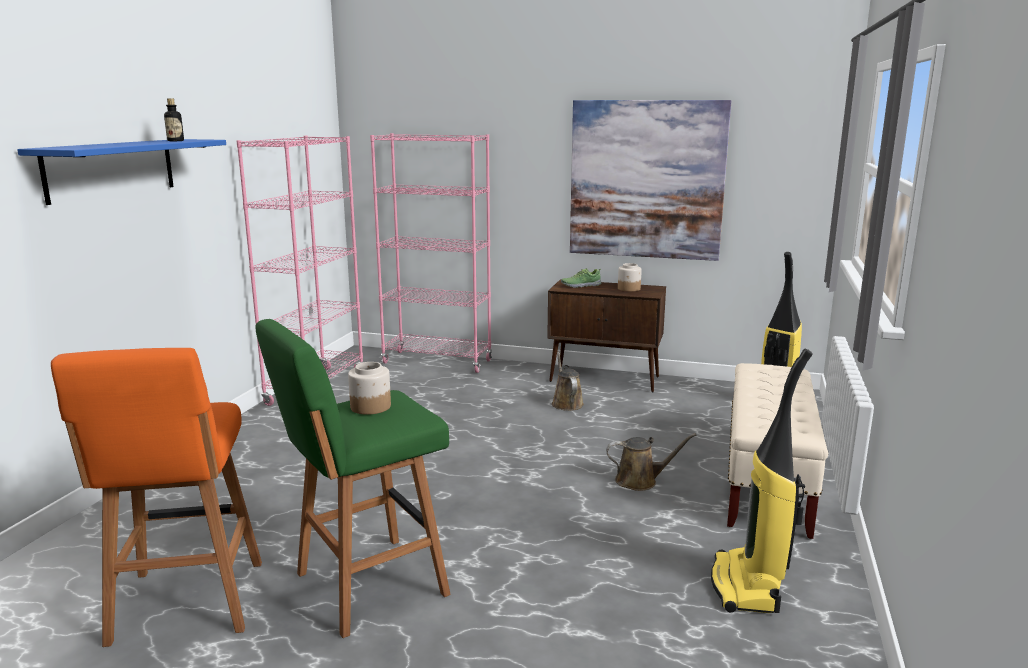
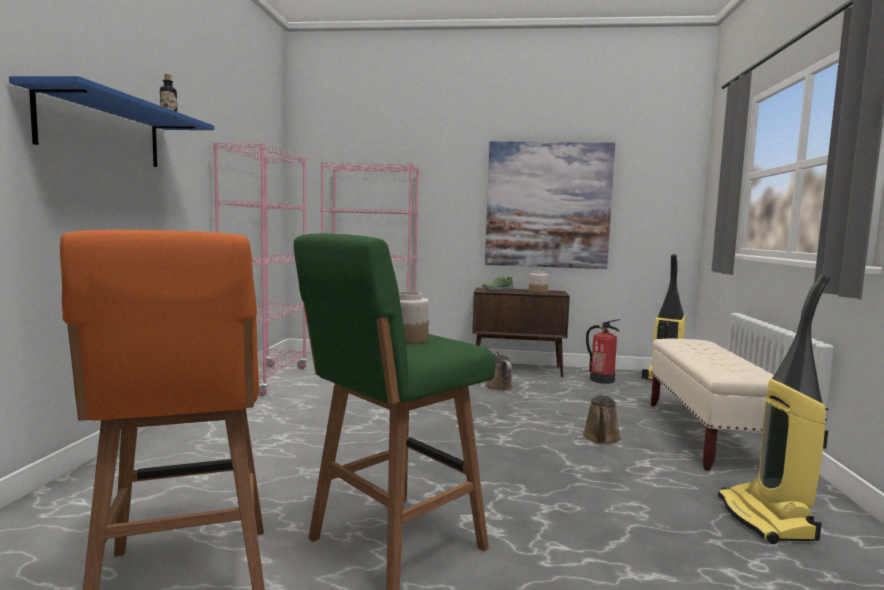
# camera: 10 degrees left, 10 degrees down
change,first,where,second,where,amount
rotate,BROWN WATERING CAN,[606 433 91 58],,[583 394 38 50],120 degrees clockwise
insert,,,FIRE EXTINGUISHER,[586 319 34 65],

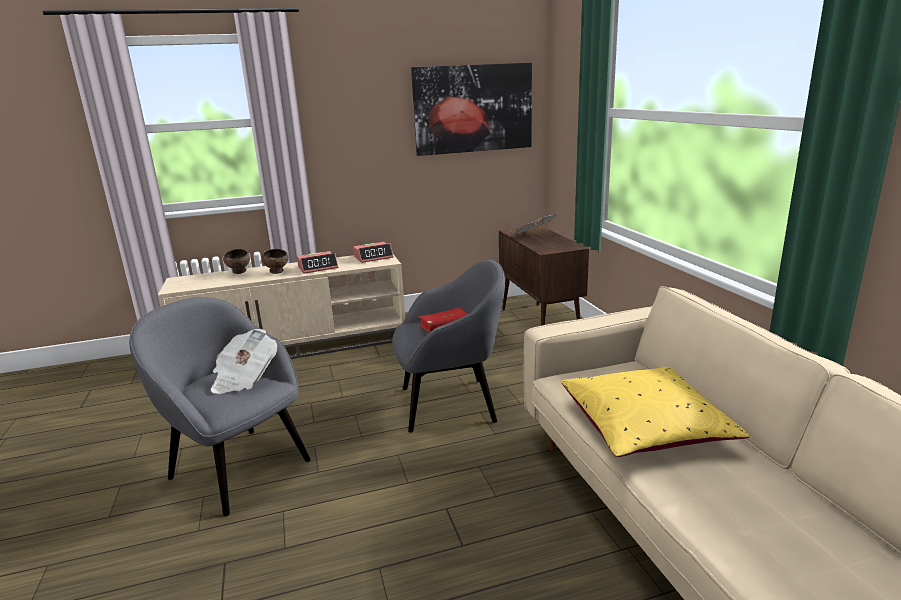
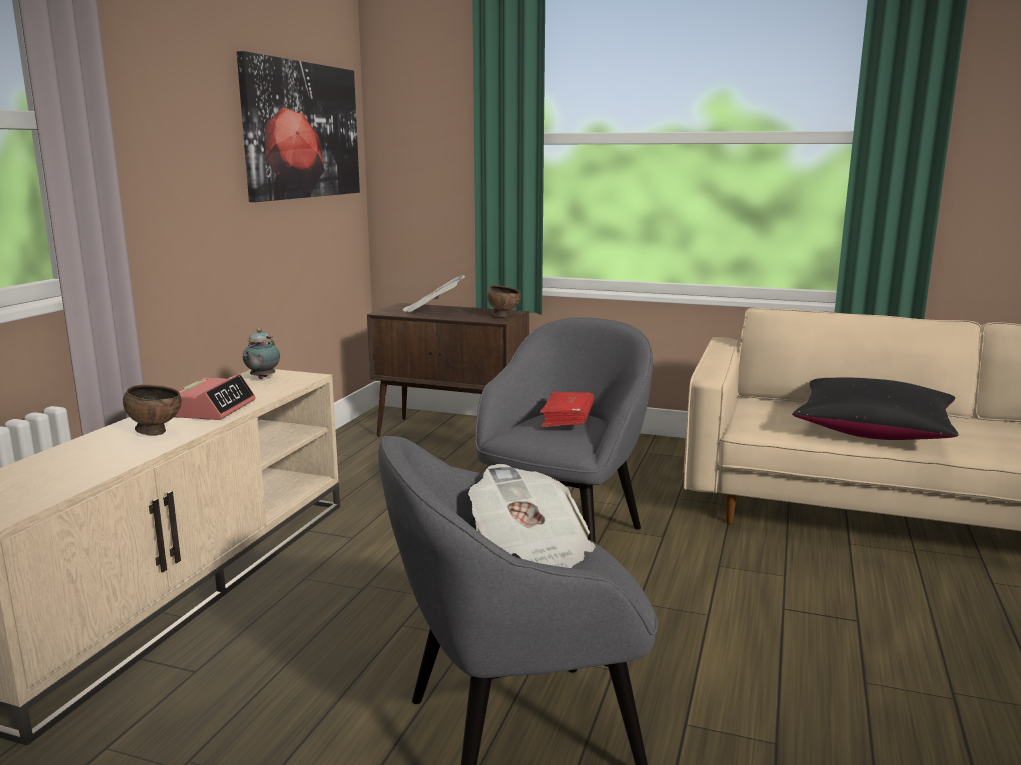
# camera: 55 degrees left, 5 degrees down
change,first,where,second,where,amount
replace,ALARM CLOCK,[353 242 41 21],TEAPOT,[243 328 37 51],
move,BROWN BOWL,[223 249 27 25],,[487 285 34 32],
recolor,YELLOW PILLOW,[561 367 188 90],BLACK PILLOW,[792 378 167 62],

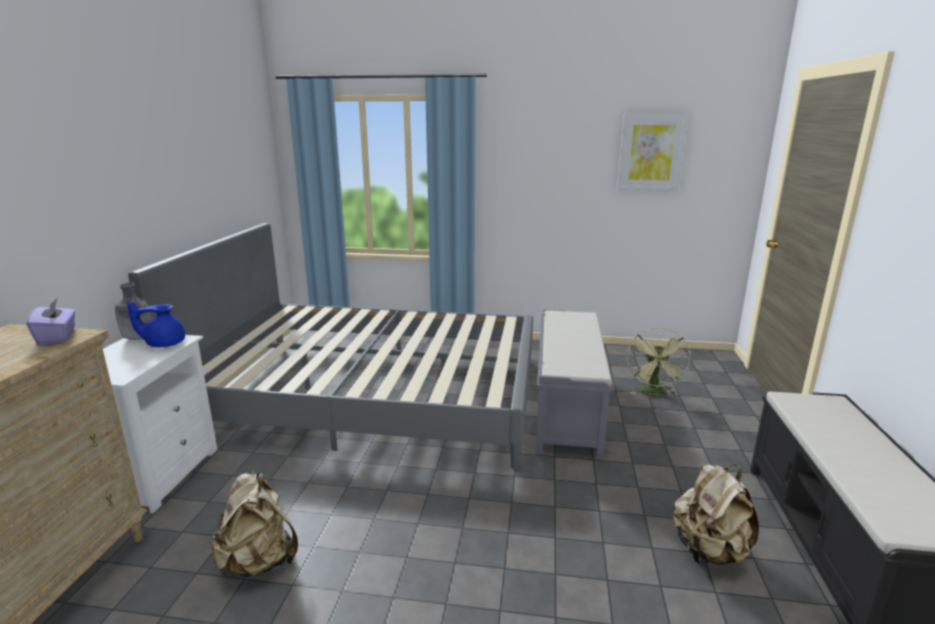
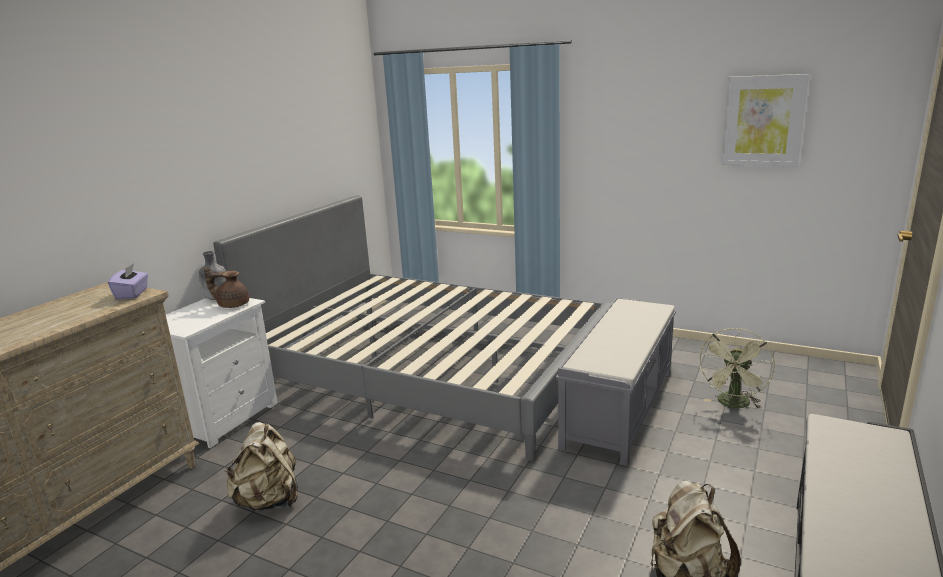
# camera: 20 degrees right, 0 degrees up
change,first,where,second,where,amount
recolor,BLUE TEAPOT,[127 301 58 46],BROWN TEAPOT,[204 267 45 41],

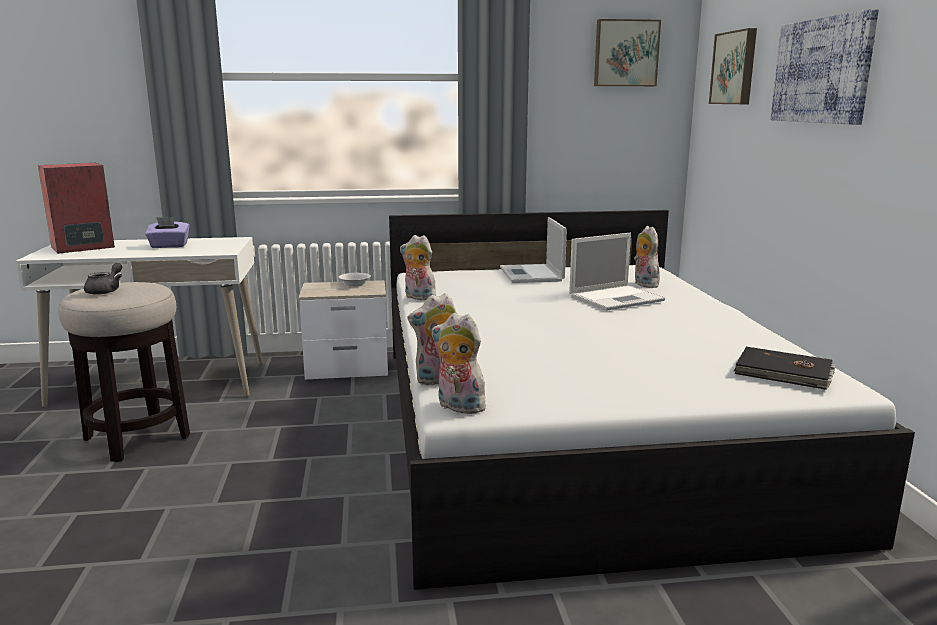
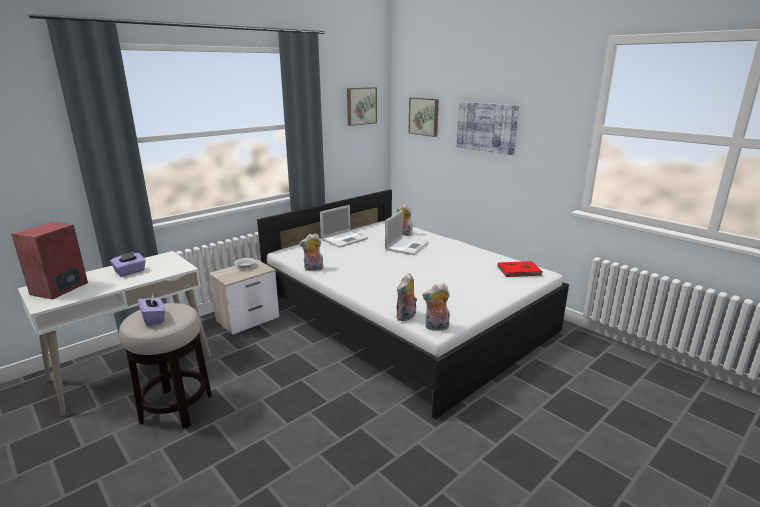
# camera: 35 degrees left, 5 degrees up
change,first,where,second,where,amount
rotate,LAPTOP,[500 217 67 66],,[320 205 48 43],90 degrees counterclockwise
replace,GREY TEAPOT,[84 263 38 32],PURPLE TISSUE BOX,[138 293 27 33],
recolor,BLACK BOOK,[733 347 102 43],RED BOOK,[498 261 45 16],

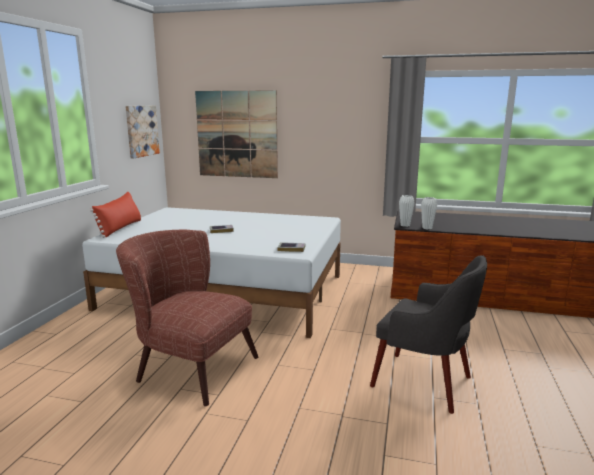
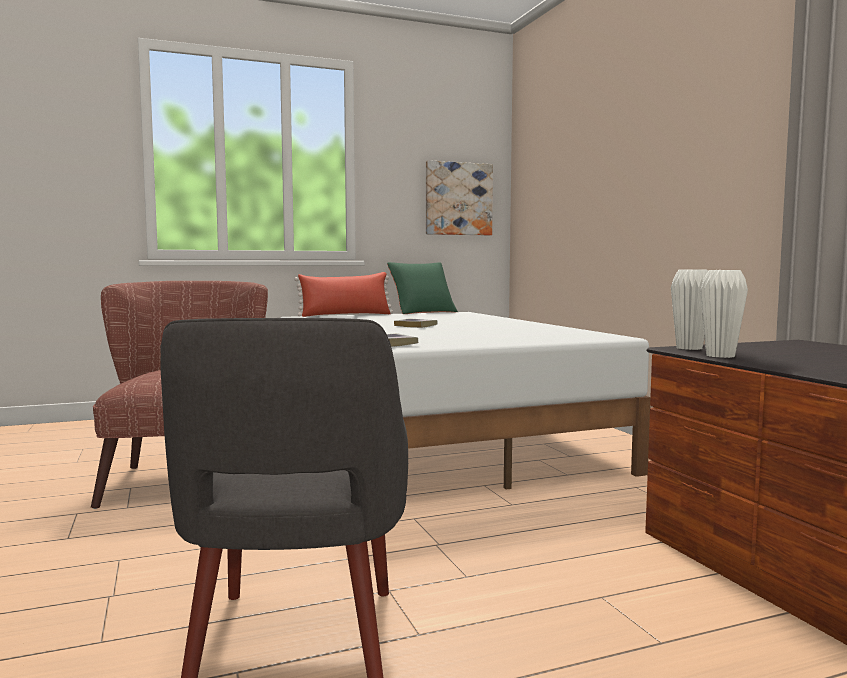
# camera: 55 degrees right, 10 degrees down
change,first,where,second,where,amount
delete,PICTURE,[195 90 83 88],,,
insert,,,GREEN PILLOW,[387 262 71 52],

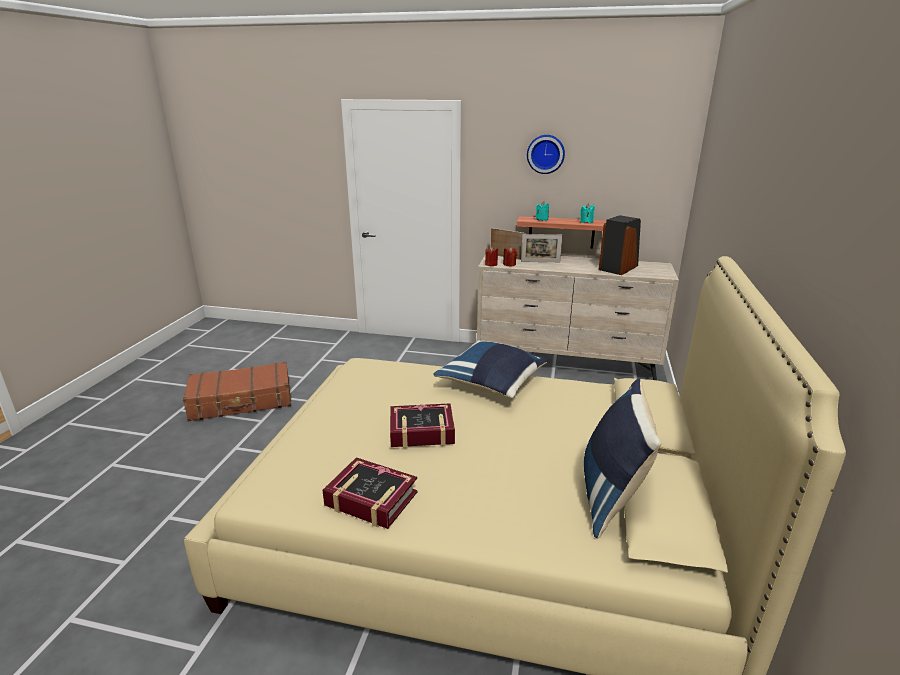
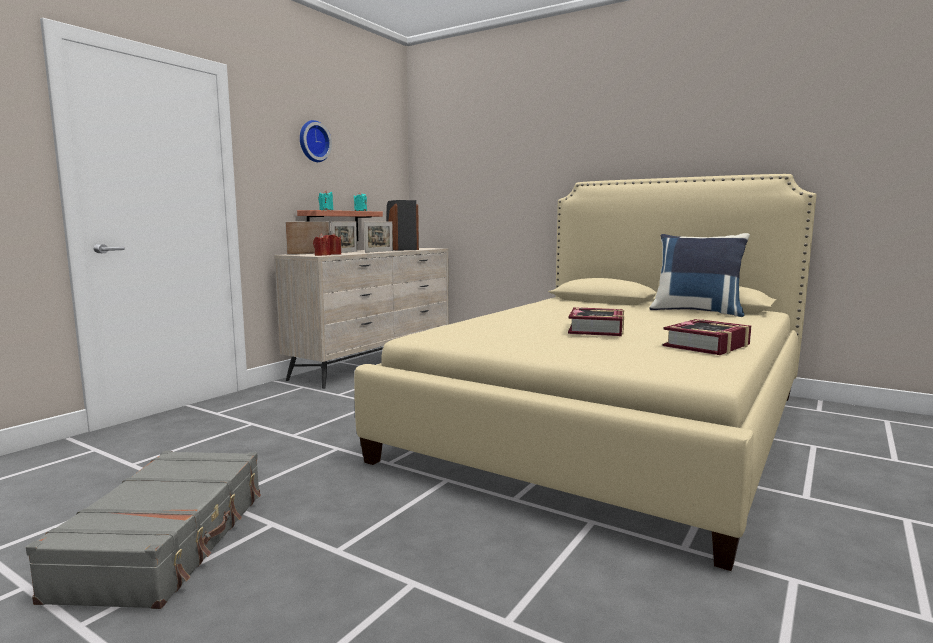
# camera: 70 degrees left, 15 degrees down
change,first,where,second,where,amount
delete,BLUE PILLOW,[434 340 113 58],,,
recolor,BROWN SUITCASE,[183 362 108 59],GREY SUITCASE,[26 451 235 158],
insert,,,PICTURE FRAME,[364 221 29 32],

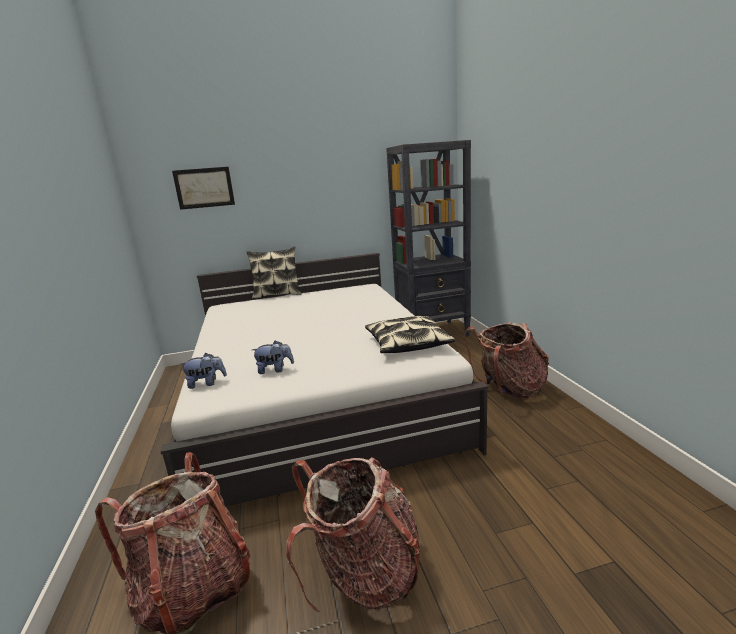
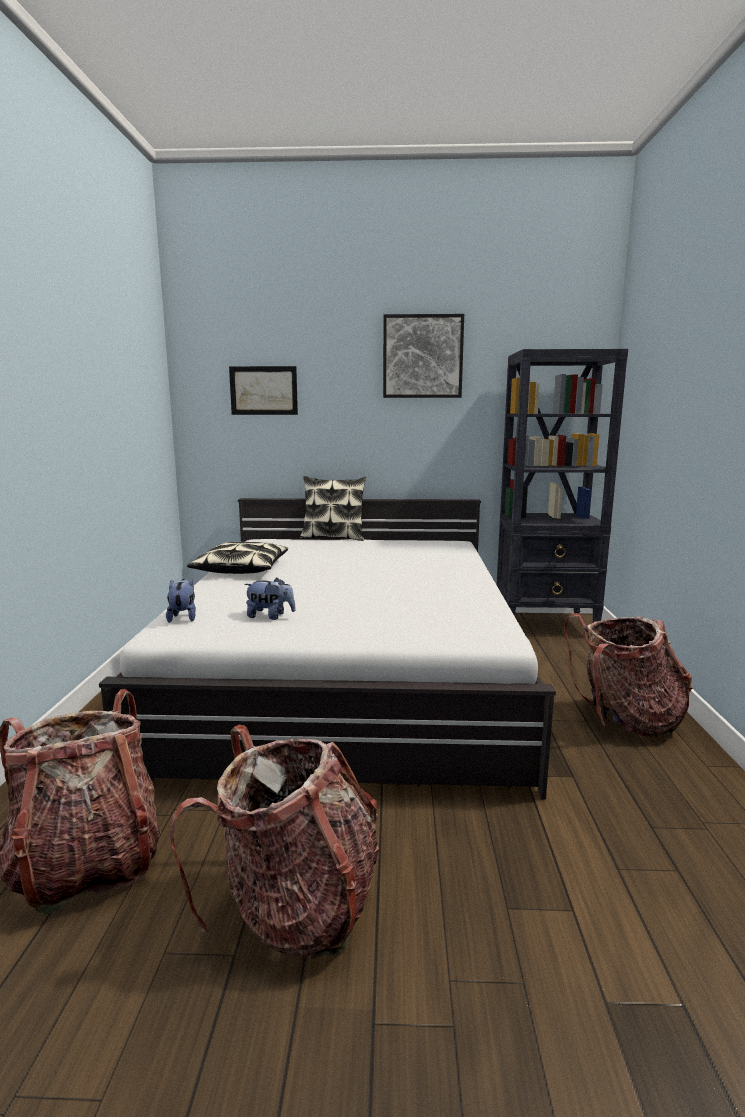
# camera: 15 degrees right, 5 degrees down
change,first,where,second,where,amount
move,PILLOW,[365 316 90 37],,[187 542 101 32],
rotate,PLUSH TOY,[180 353 47 36],,[166 579 30 44],105 degrees counterclockwise
insert,,,PICTURE,[383 314 81 84],

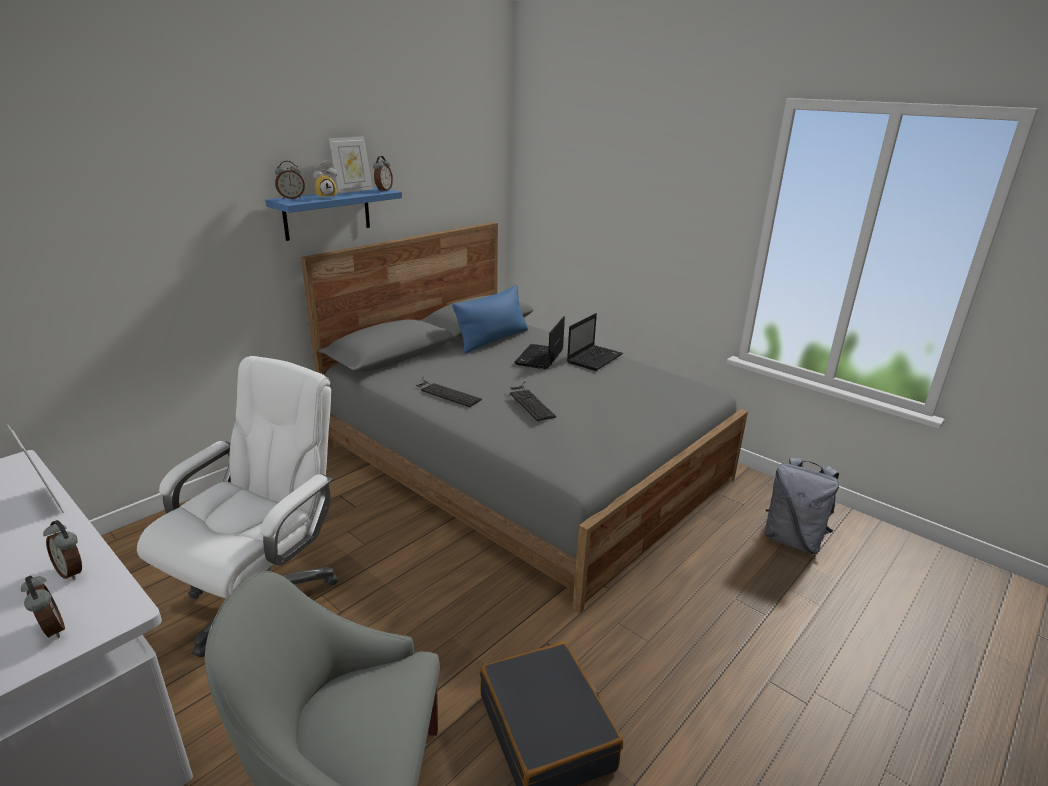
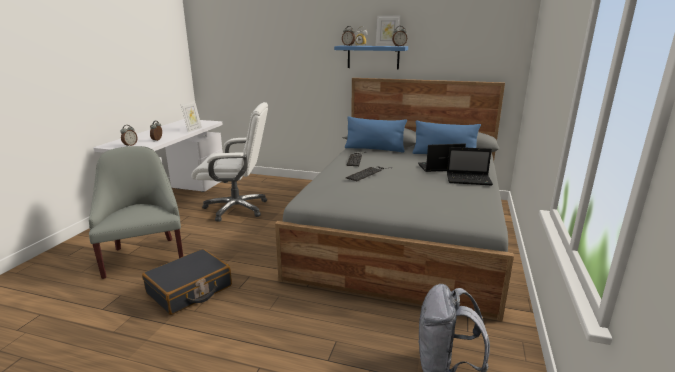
# camera: 65 degrees right, 5 degrees down
change,first,where,second,where,amount
insert,,,BLUE PILLOW,[345 116 62 36],

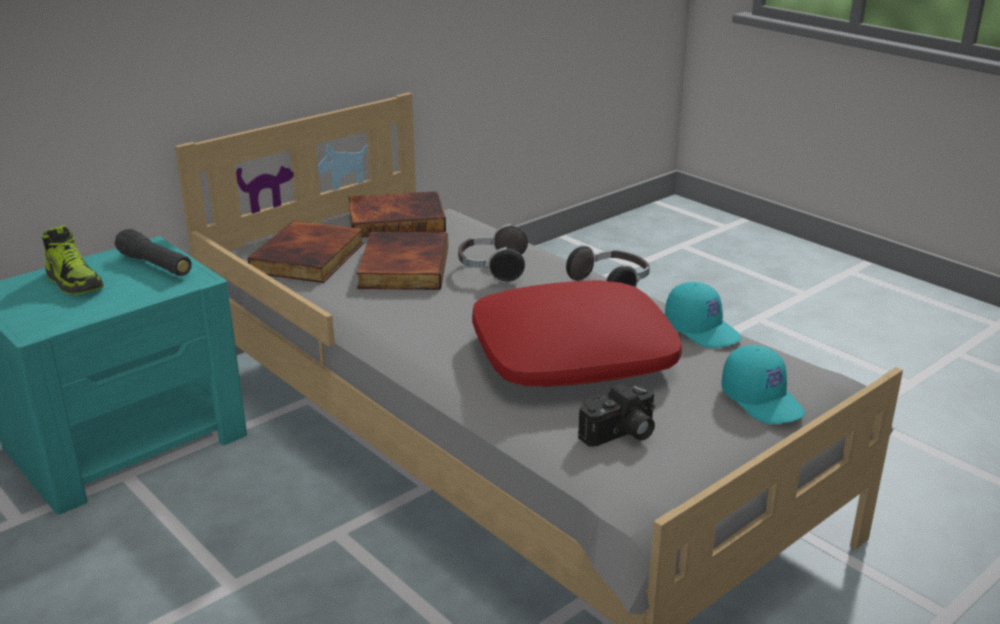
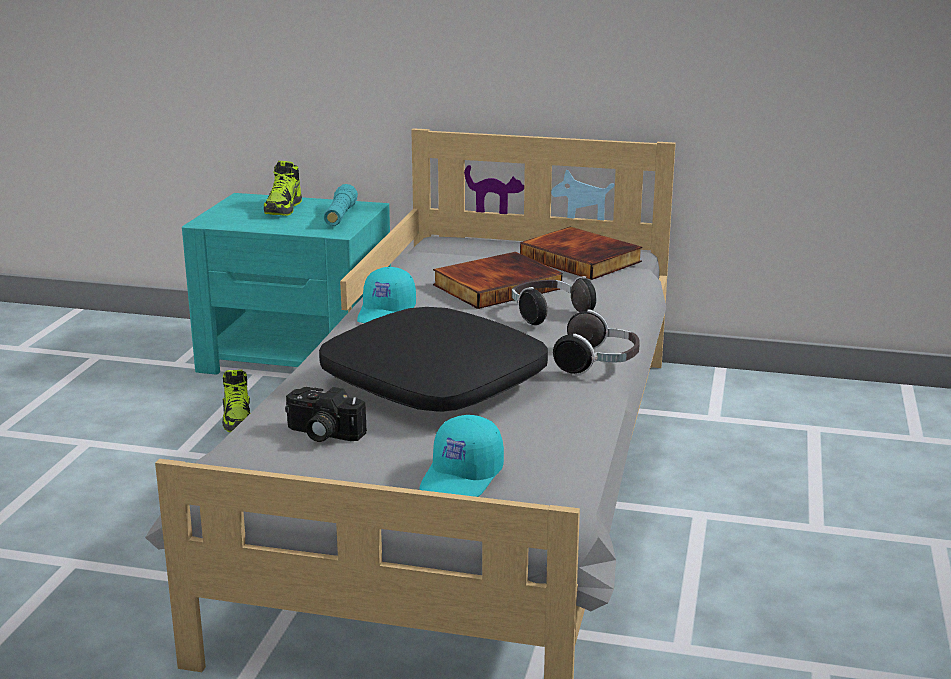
# camera: 55 degrees right, 5 degrees down
change,first,where,second,where,amount
delete,BOOK,[248 220 116 63],,,
recolor,BLACK FLASHLIGHT,[115 229 77 47],TURQUOISE FLASHLIGHT,[324 184 34 42],
recolor,RED PILLOW,[472 280 210 107],BLACK PILLOW,[319 307 229 105],
move,TURQUOISE CAP,[665 282 77 66],,[357 267 59 56],
insert,,,SHOE,[222 370 28 62],

